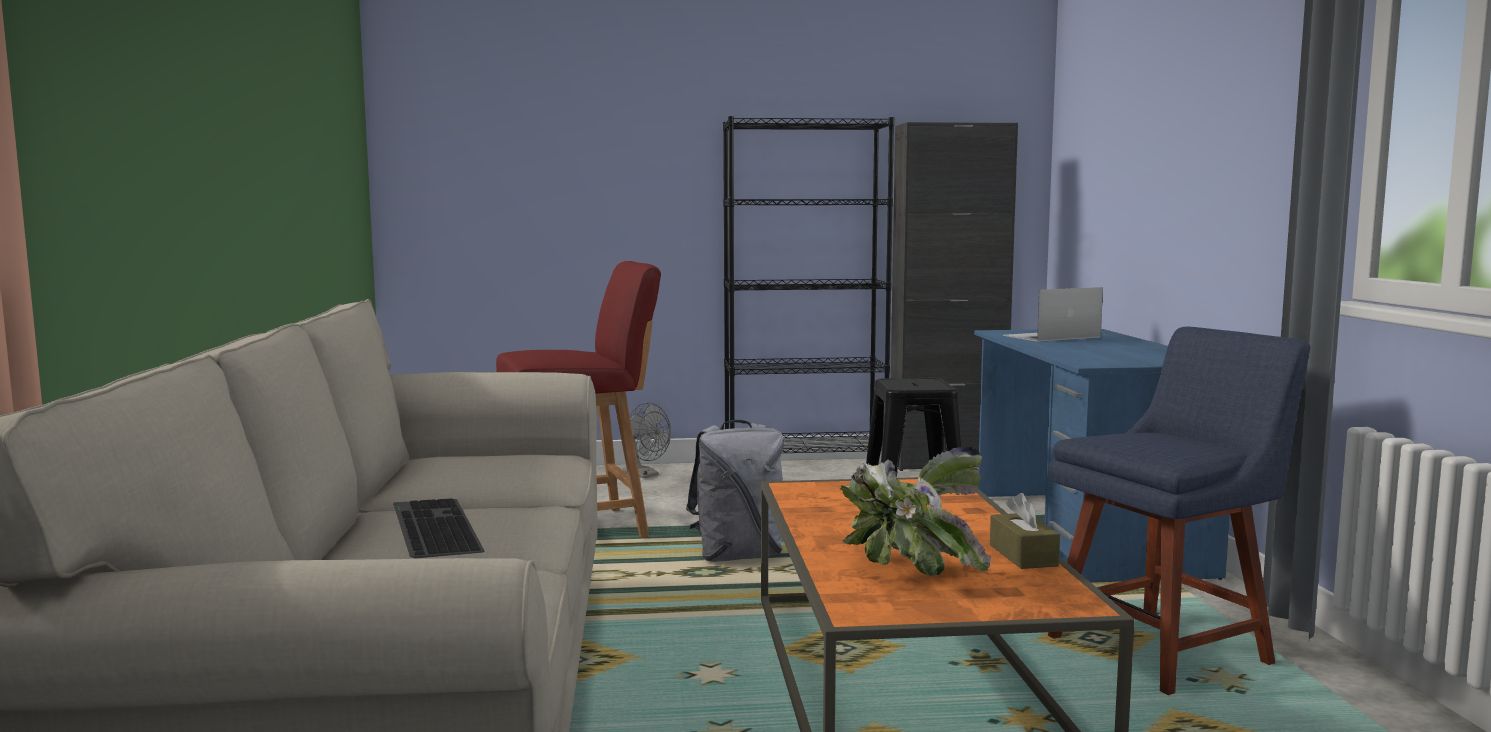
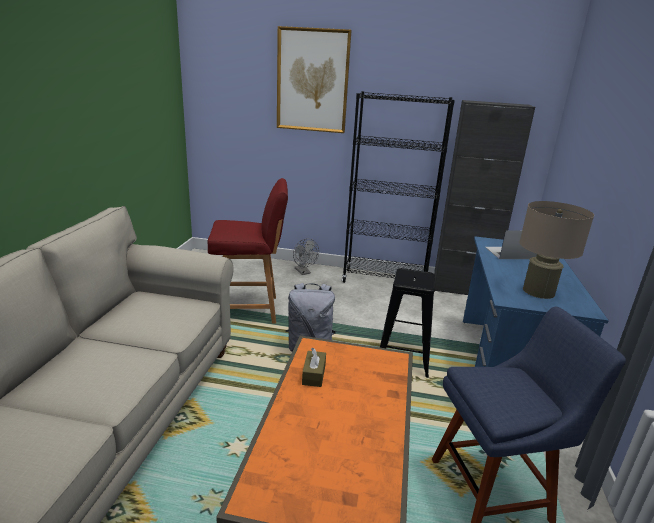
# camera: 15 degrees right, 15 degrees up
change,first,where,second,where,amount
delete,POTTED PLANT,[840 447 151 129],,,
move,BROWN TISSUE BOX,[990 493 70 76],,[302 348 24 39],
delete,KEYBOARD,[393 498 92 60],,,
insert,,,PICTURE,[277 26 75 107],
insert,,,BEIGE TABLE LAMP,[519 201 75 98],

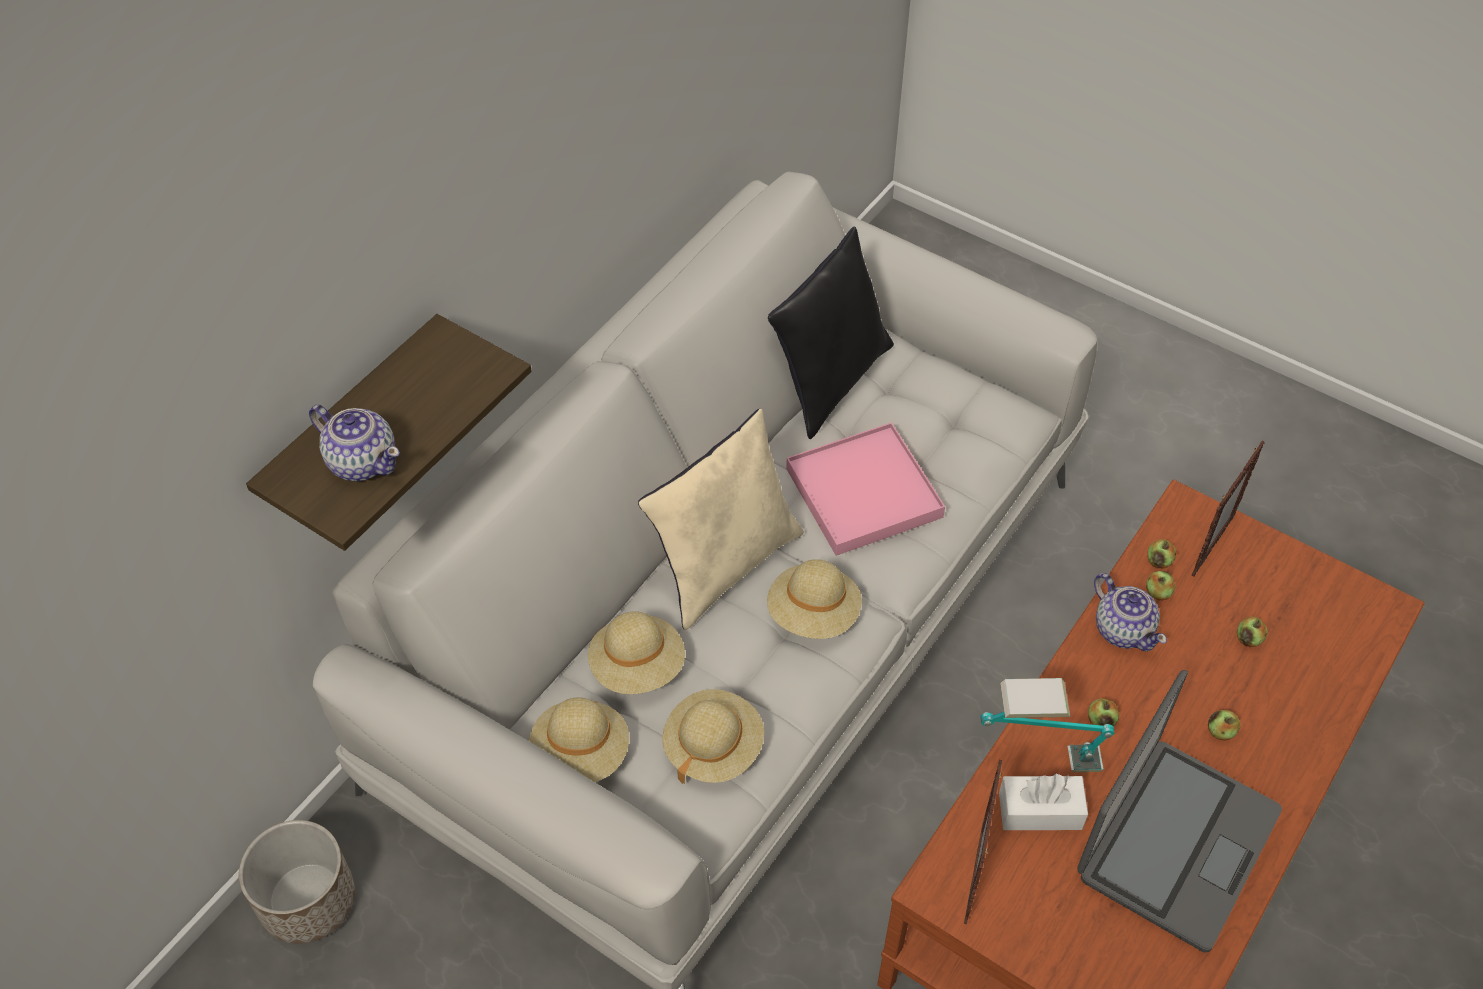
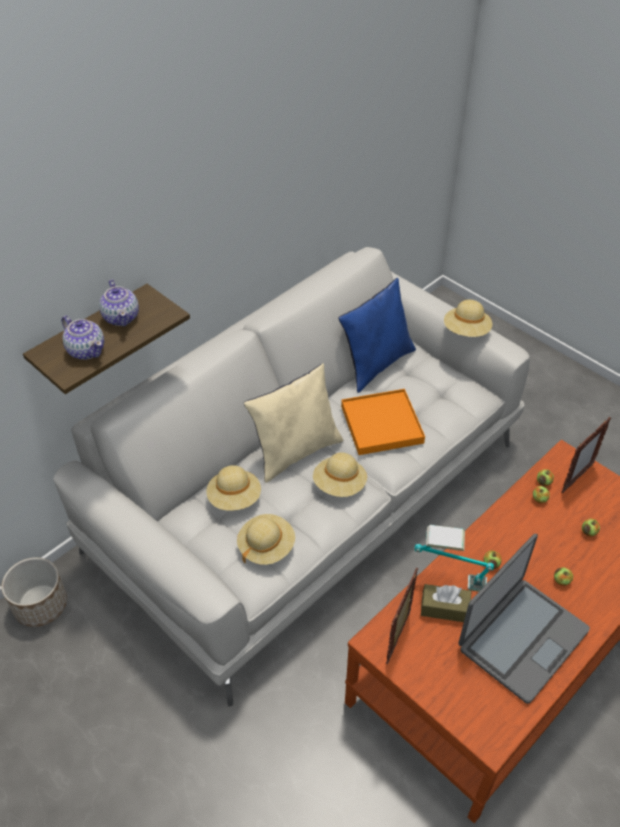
# camera: 10 degrees right, 5 degrees down
change,first,where,second,where,amount
recolor,BLACK PILLOW,[768 227 126 212],BLUE PILLOW,[338 278 78 115],
recolor,PINK TRAY,[786 422 159 134],ORANGE TRAY,[341 389 84 66],
move,TEAPOT,[1094 573 73 78],,[99 280 40 47],
move,BEIGE HAT,[529 697 100 85],,[444 300 48 37],
recolor,WHITE TISSUE BOX,[999 774 89 56],BROWN TISSUE BOX,[421 584 50 38],

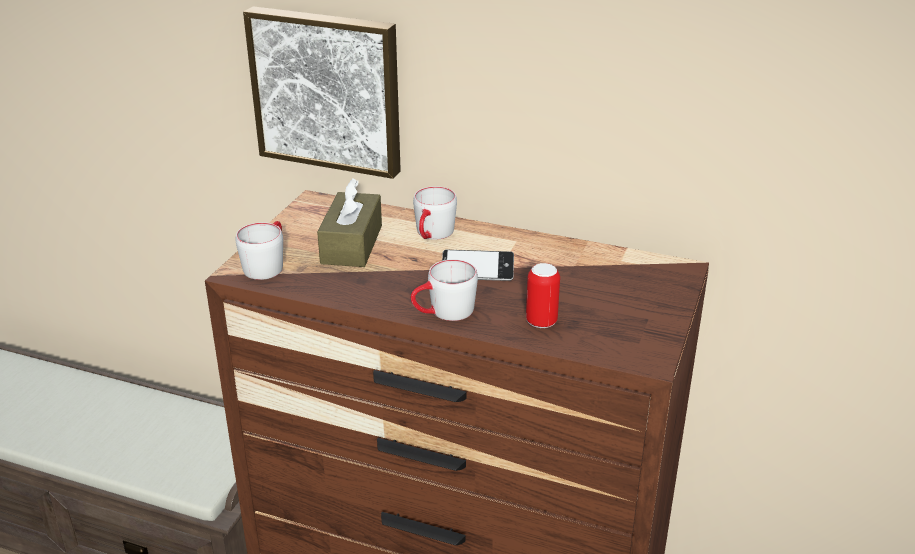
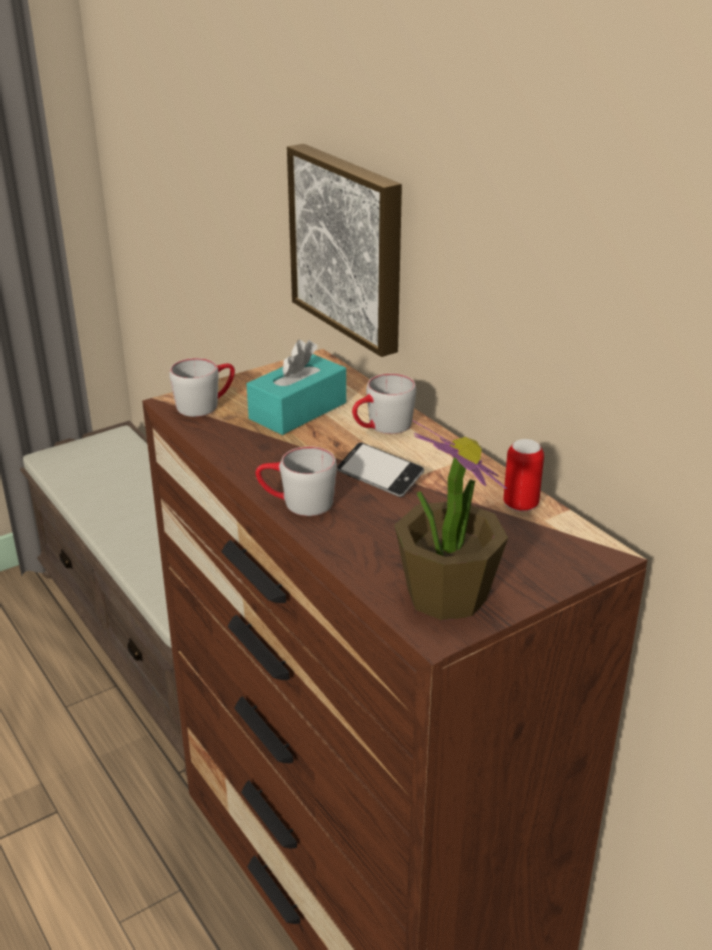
# camera: 35 degrees right, 0 degrees up
change,first,where,second,where,amount
recolor,BROWN TISSUE BOX,[317 178 65 89],TURQUOISE TISSUE BOX,[247 340 99 95],
move,CAN,[526 263 34 65],,[503 439 41 73],
insert,,,POTTED PLANT,[394 420 114 201],

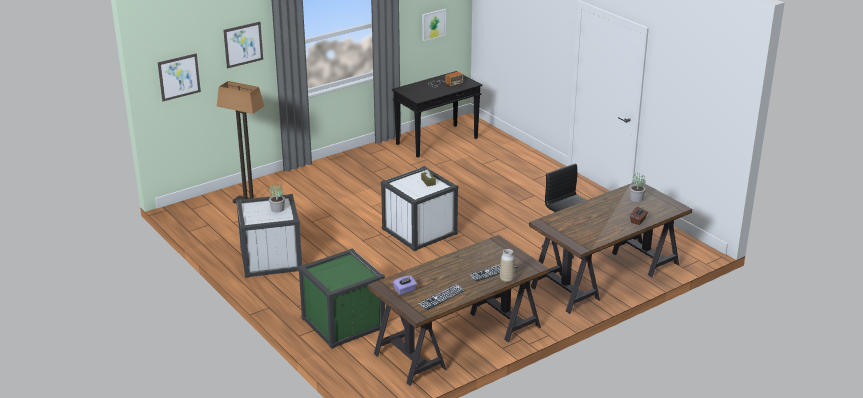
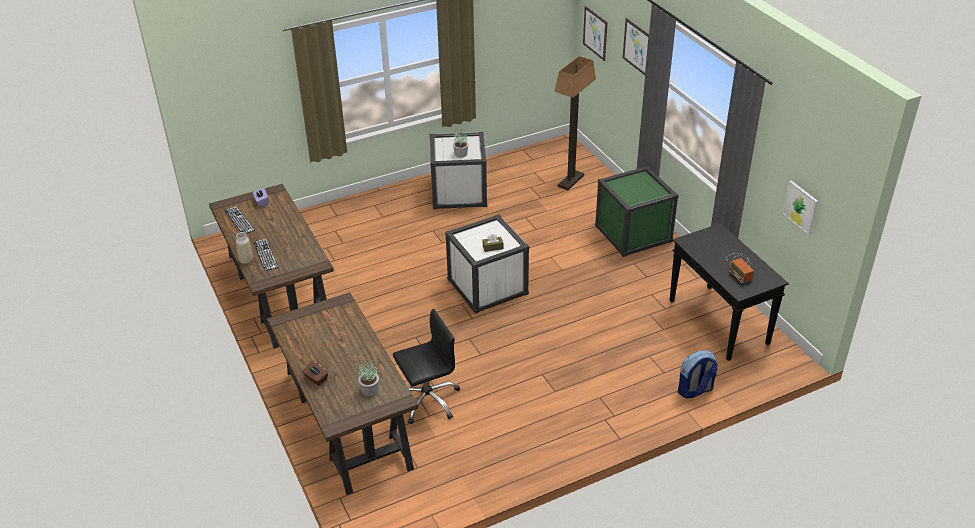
# camera: 100 degrees right, 10 degrees up
change,first,where,second,where,amount
move,GREEN STORAGE BOX,[298 248 87 101],,[595 166 84 91],
insert,,,BACKPACK,[678 350 40 49],

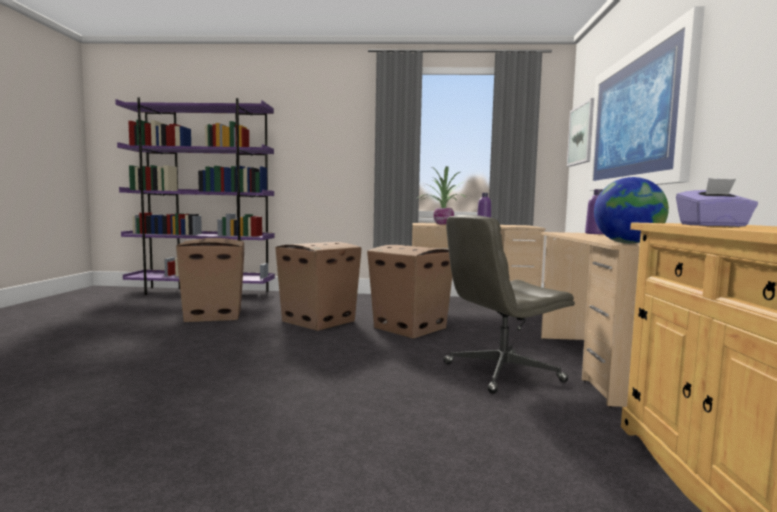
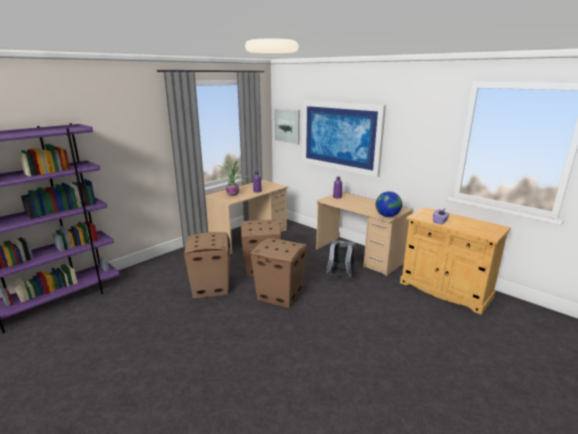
# camera: 50 degrees left, 15 degrees up
change,first,where,second,where,amount
replace,GREY OFFICE CHAIR,[444 215 131 179],GREY BACKPACK,[326 240 30 38],
move,CARDBOARD BOX,[176 238 68 84],,[251 237 56 71],

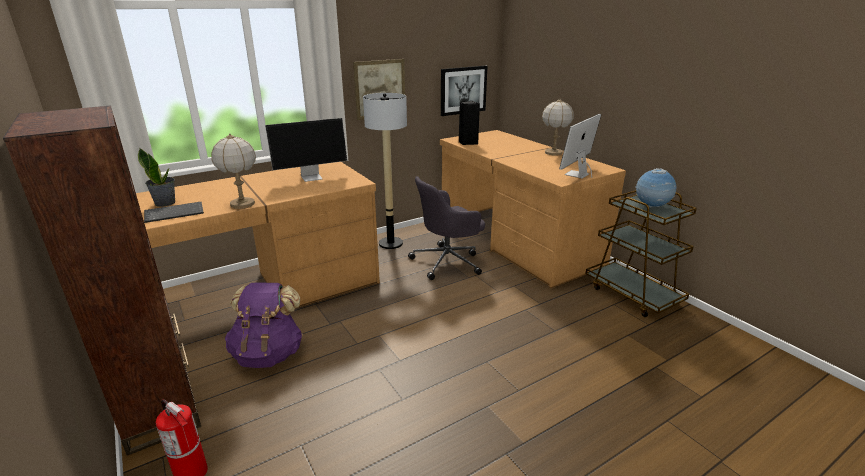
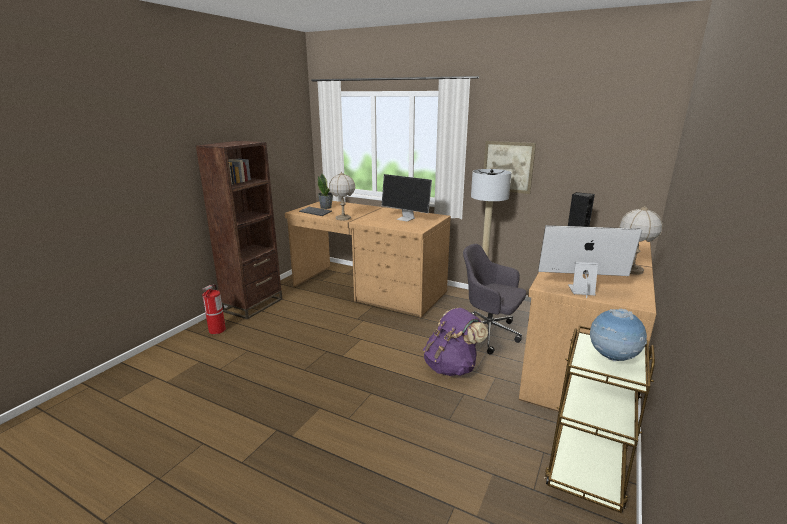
# camera: 60 degrees right, 5 degrees down
change,first,where,second,where,amount
delete,PICTURE,[441 66 46 50],,,
move,PURPLE BACKPACK,[225 283 78 85],,[423 308 65 68],

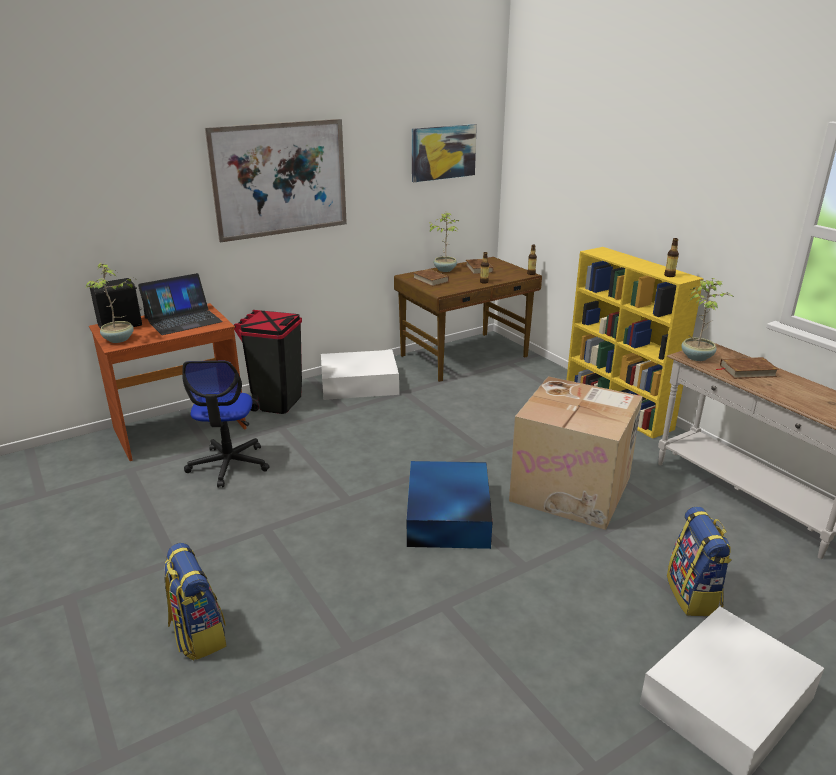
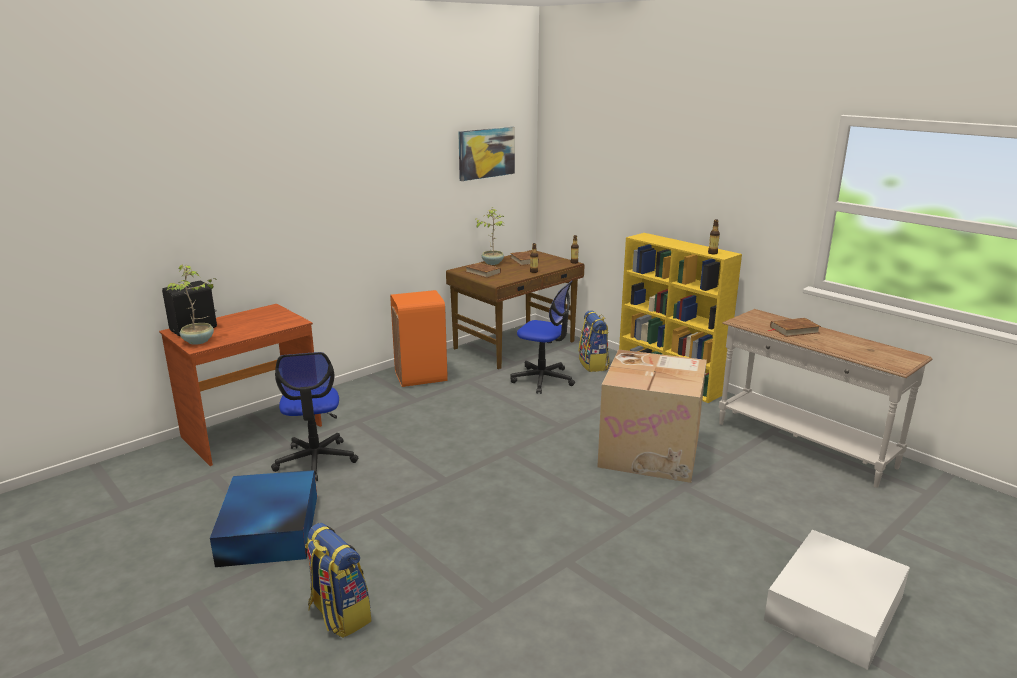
# camera: 10 degrees left, 5 degrees down
change,first,where,second,where,amount
delete,PICTURE,[205 119 142 124],,,
delete,LAPTOP,[138 273 85 62],,,
delete,POTTED PLANT,[681 278 53 83],,,
delete,BLACK TRASH CAN,[234 310 68 104],,,
replace,WHITE STORAGE BOX,[321 350 78 50],ORANGE TRASH CAN,[390 290 58 97],
move,BLUE STORAGE BOX,[407 461 85 88],,[210 470 107 97],
move,BACKPACK,[667 507 65 109],,[579 310 31 62],
insert,,,OFFICE CHAIR,[510 281 65 113],

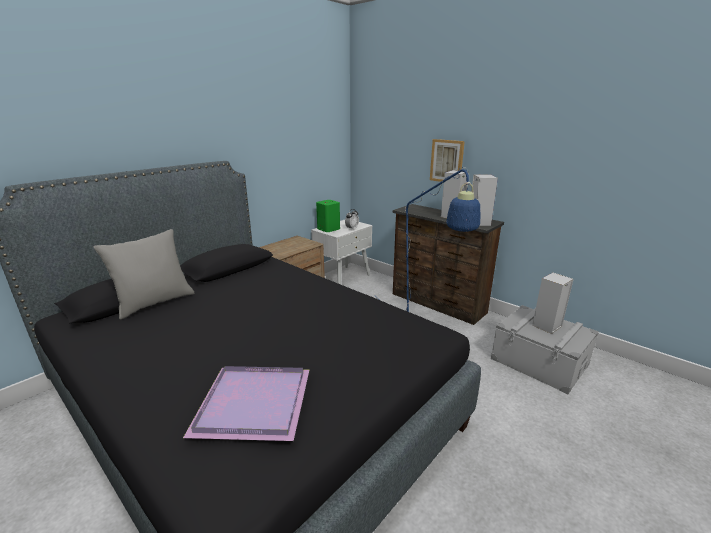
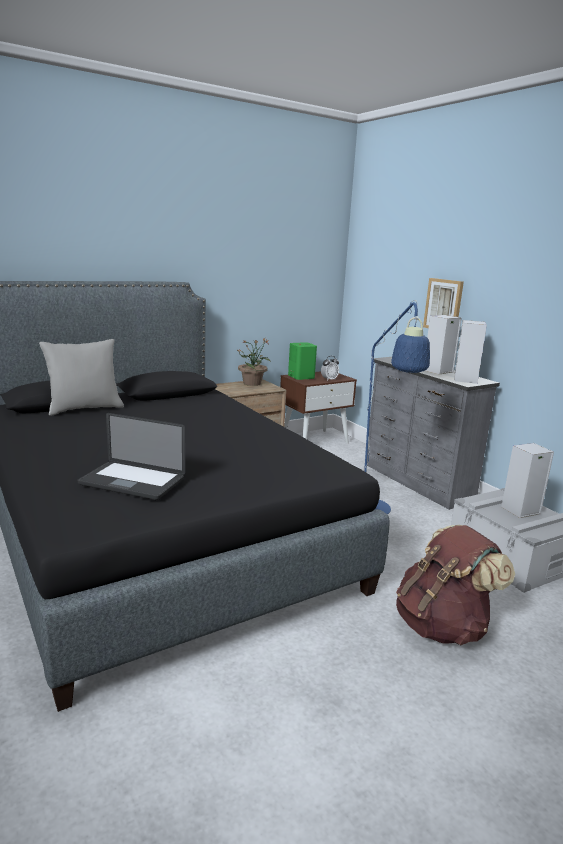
# camera: 15 degrees right, 5 degrees down
change,first,where,second,where,amount
recolor,BROWN DRESSER,[393 204 111 121],GREY DRESSER,[367 357 133 153],
recolor,WHITE NIGHTSTAND,[311 220 61 65],BROWN NIGHTSTAND,[280 371 77 72],
replace,PURPLE TRAY,[183 366 126 75],LAPTOP,[78 413 107 87],
insert,,,POTTED PLANT,[238 338 33 48],
insert,,,BROWN BACKPACK,[396 525 119 120],

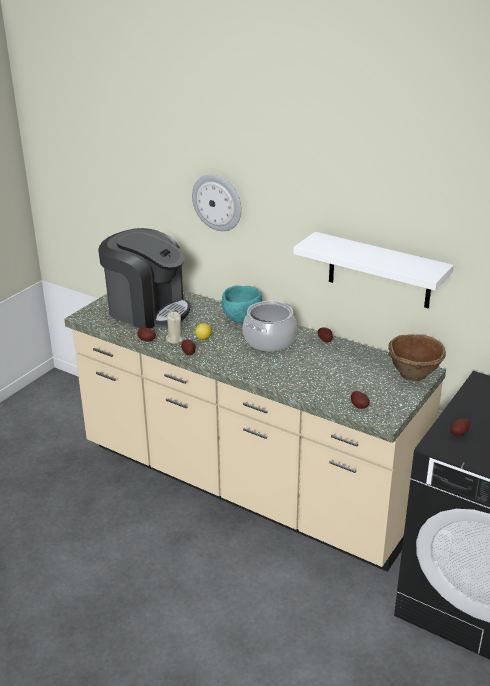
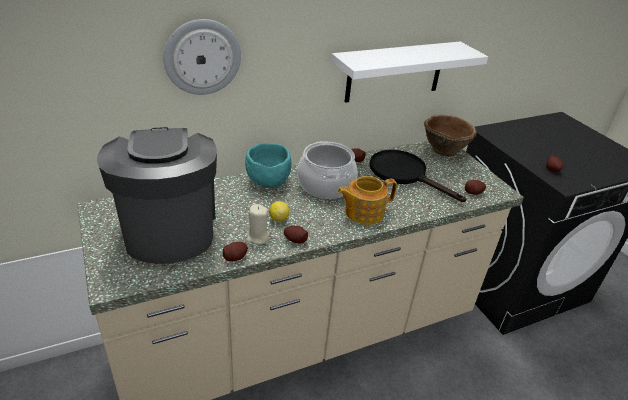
# camera: 60 degrees left, 5 degrees up
change,first,where,second,where,amount
rotate,COFFEE MACHINE,[98 228 92 101],,[97 127 120 137],75 degrees counterclockwise
insert,,,BLACK FRYING PAN,[369 150 97 52],
insert,,,TEAPOT,[337 176 60 49],

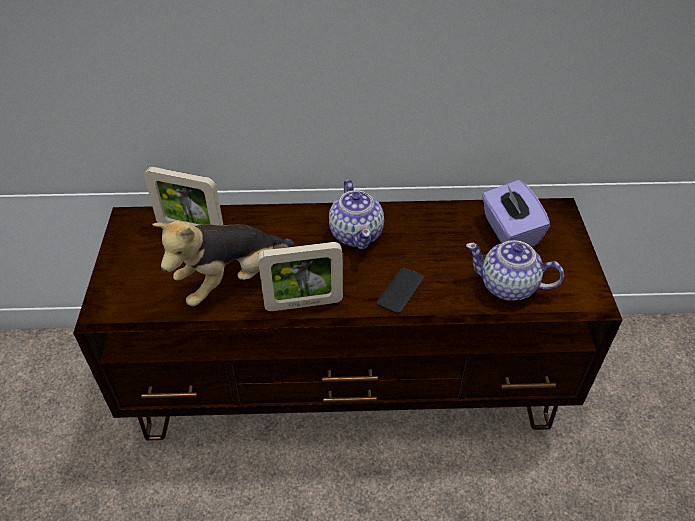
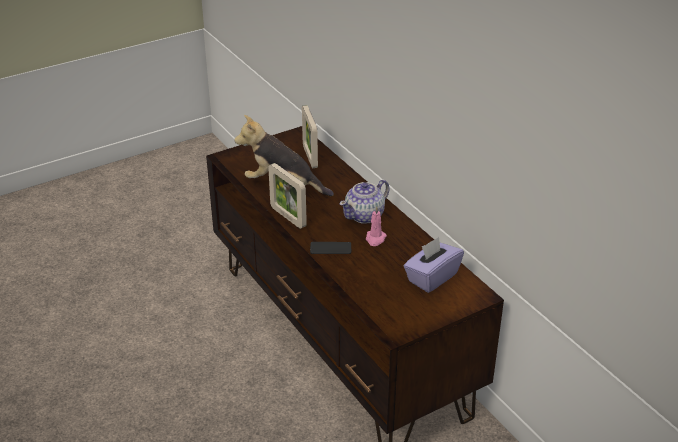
# camera: 60 degrees right, 10 degrees down
change,first,where,second,where,amount
delete,TEAPOT,[466 240 98 61],,,
insert,,,PINK CANDLE,[366 206 21 40],

